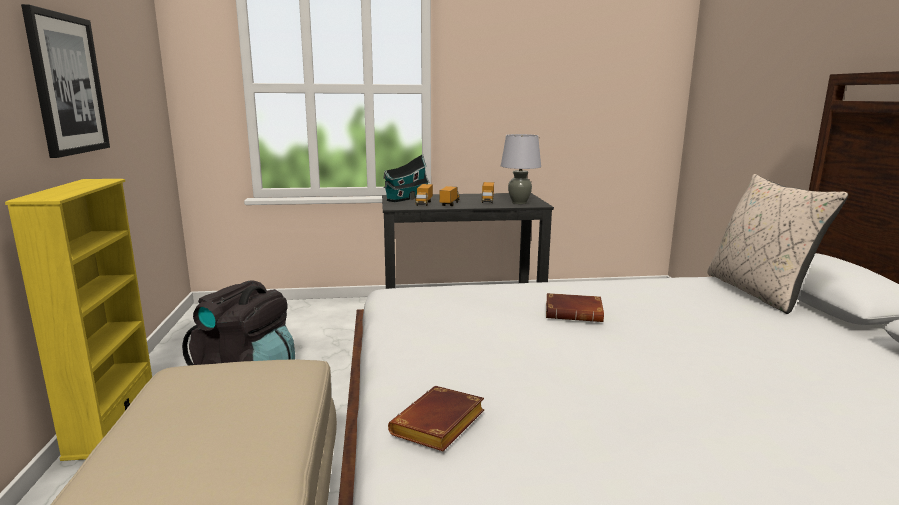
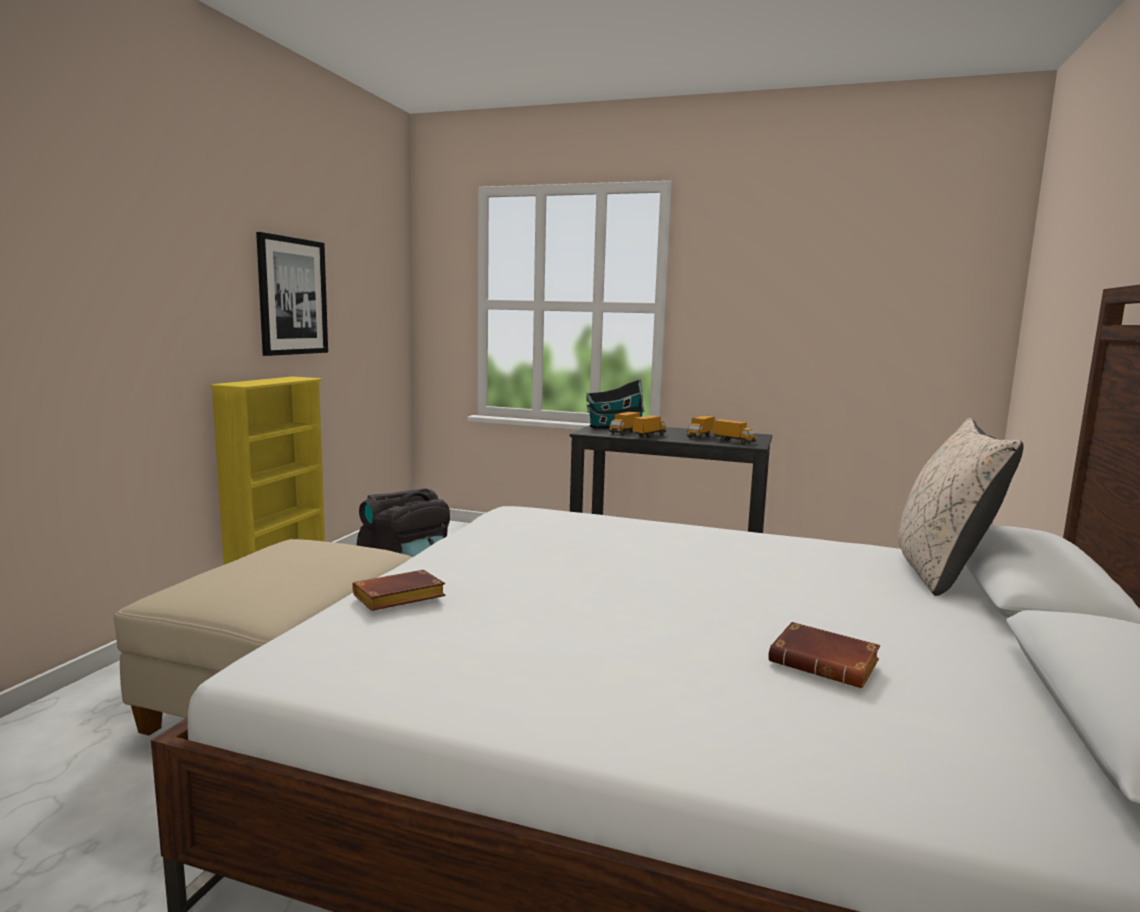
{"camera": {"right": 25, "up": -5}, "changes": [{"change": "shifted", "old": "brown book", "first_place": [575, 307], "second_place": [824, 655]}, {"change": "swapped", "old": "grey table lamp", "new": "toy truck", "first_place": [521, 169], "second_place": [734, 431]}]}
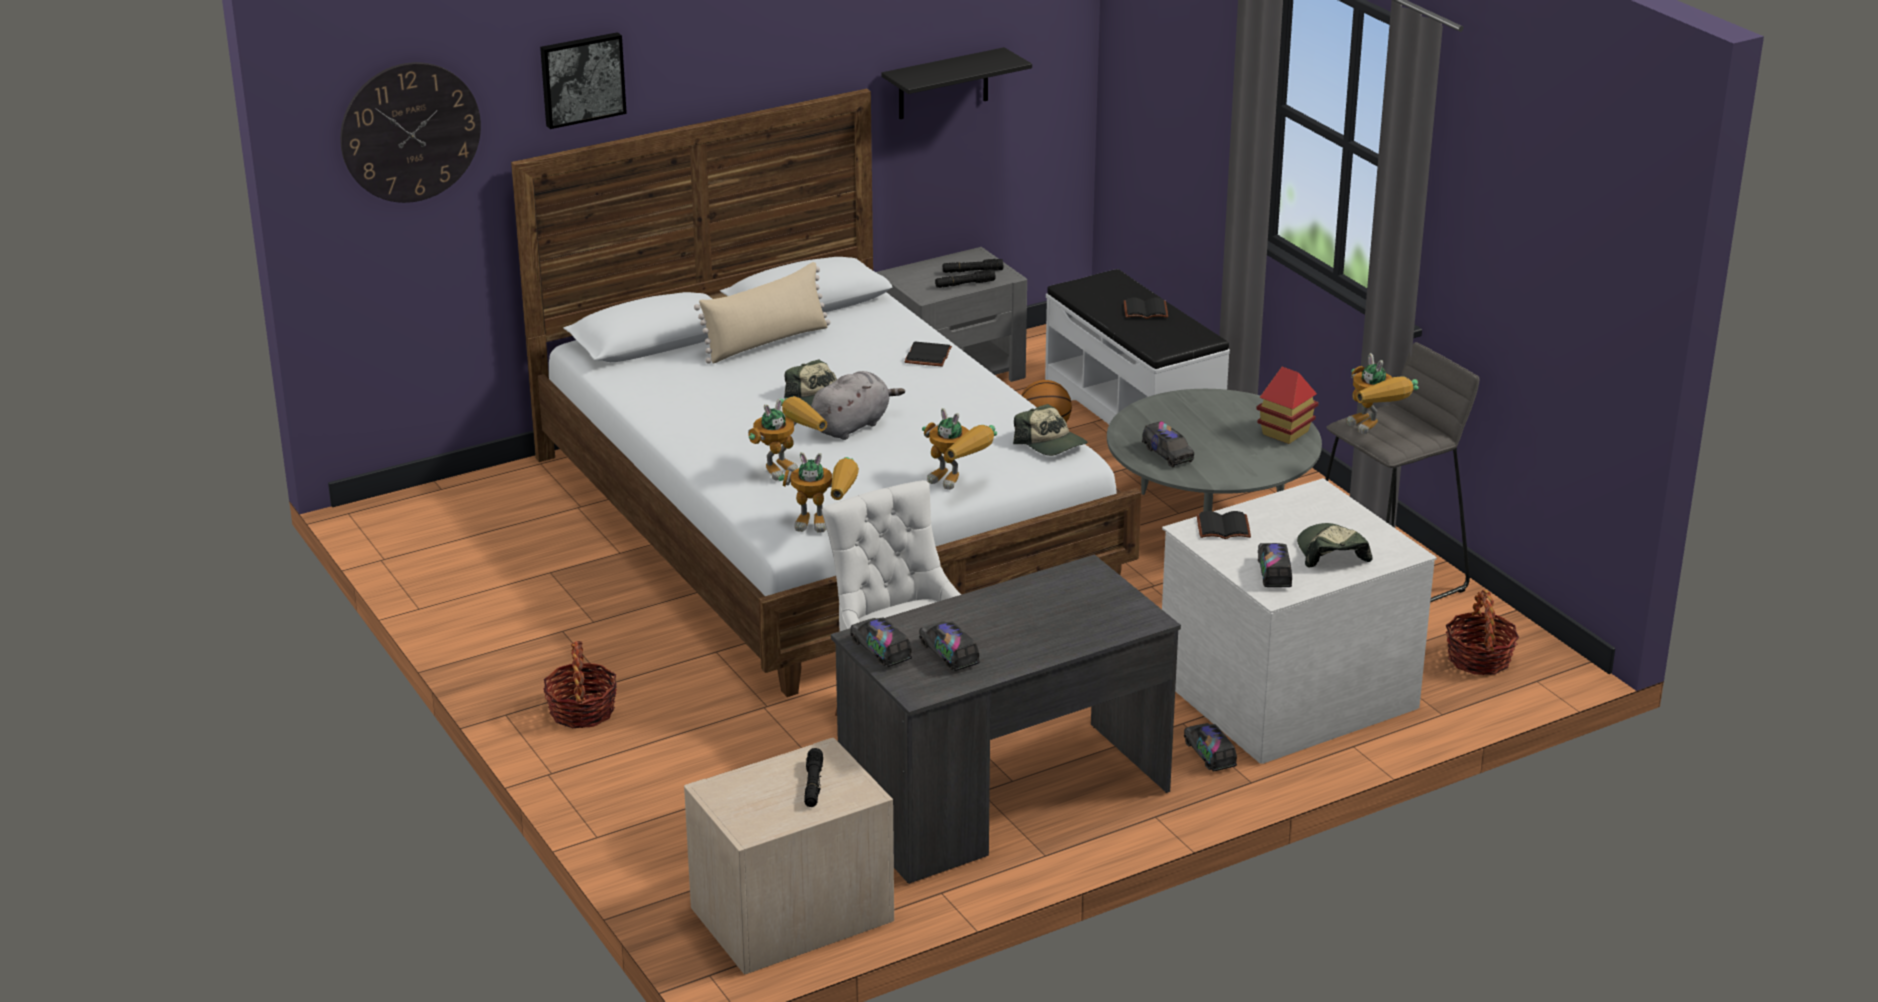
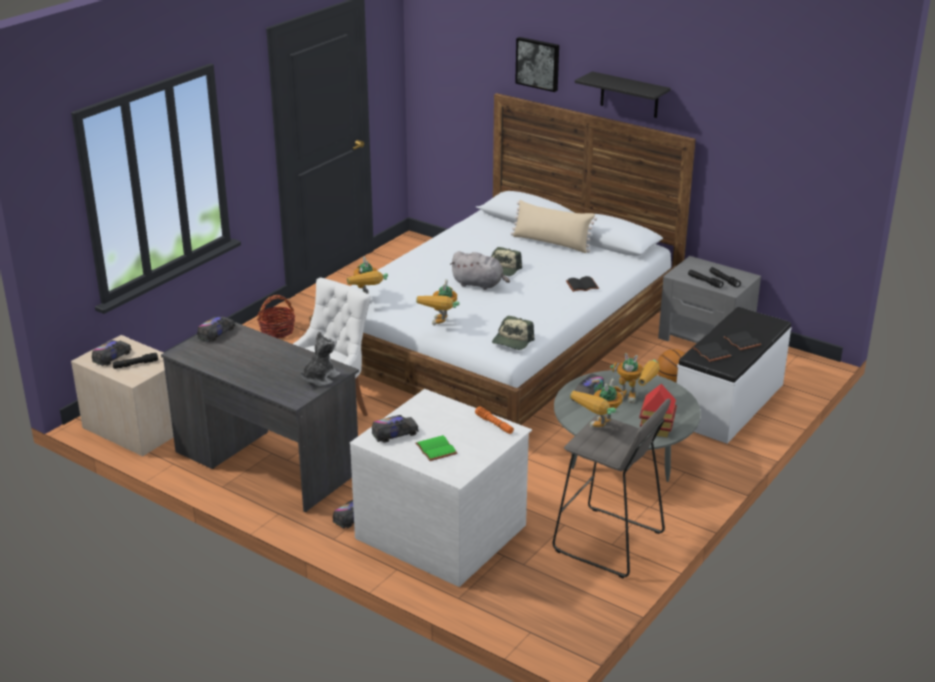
{"camera": {"right": 65, "up": 0}, "changes": [{"change": "gone", "old": "wall clock", "first_place": [410, 132]}, {"change": "gone", "old": "basket", "first_place": [1482, 632]}, {"change": "new", "new": "plush toy", "second_place": [320, 358]}, {"change": "new", "new": "orange flashlight", "second_place": [494, 420]}, {"change": "shifted", "old": "toy robot", "first_place": [787, 438], "second_place": [635, 378]}, {"change": "shifted", "old": "black shelf", "first_place": [956, 83], "second_place": [623, 94]}, {"change": "shifted", "old": "toy truck", "first_place": [949, 646], "second_place": [112, 353]}, {"change": "shifted", "old": "black book", "first_place": [1224, 525], "second_place": [712, 352]}, {"change": "swapped", "old": "cap", "new": "green book", "first_place": [1334, 545], "second_place": [436, 448]}]}
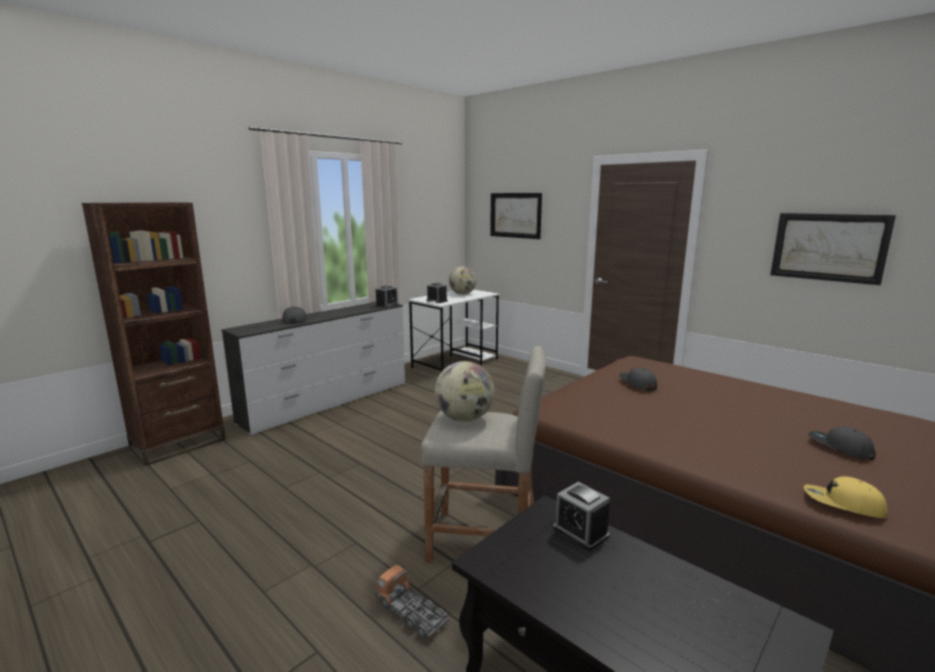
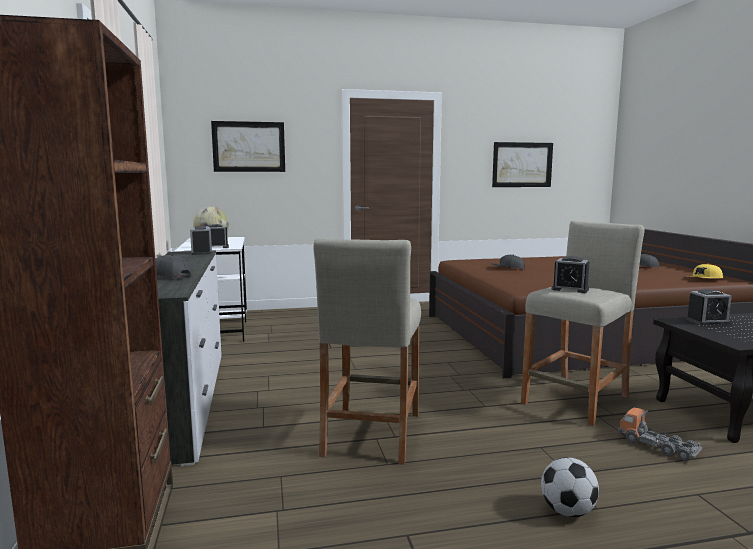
{"camera": {"right": -55, "up": -5}, "changes": [{"change": "new", "new": "beige stool", "second_place": [367, 351]}, {"change": "new", "new": "football", "second_place": [570, 487]}, {"change": "swapped", "old": "globe", "new": "alarm clock", "first_place": [465, 391], "second_place": [570, 274]}, {"change": "rotated", "old": "toy truck", "first_place": [412, 602], "second_place": [660, 434], "degrees": 60}]}
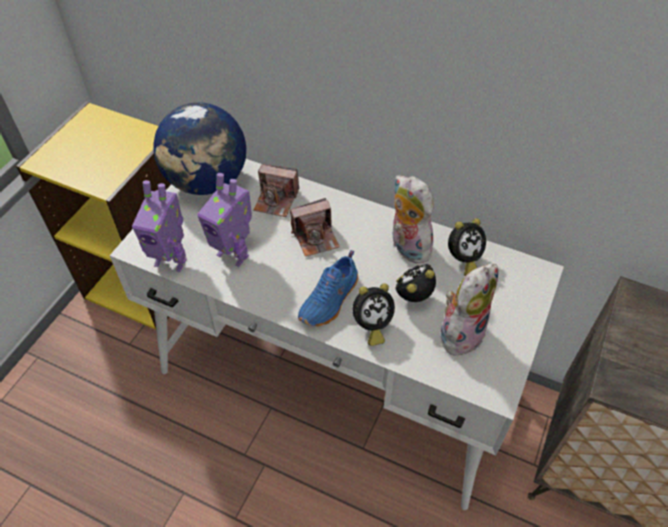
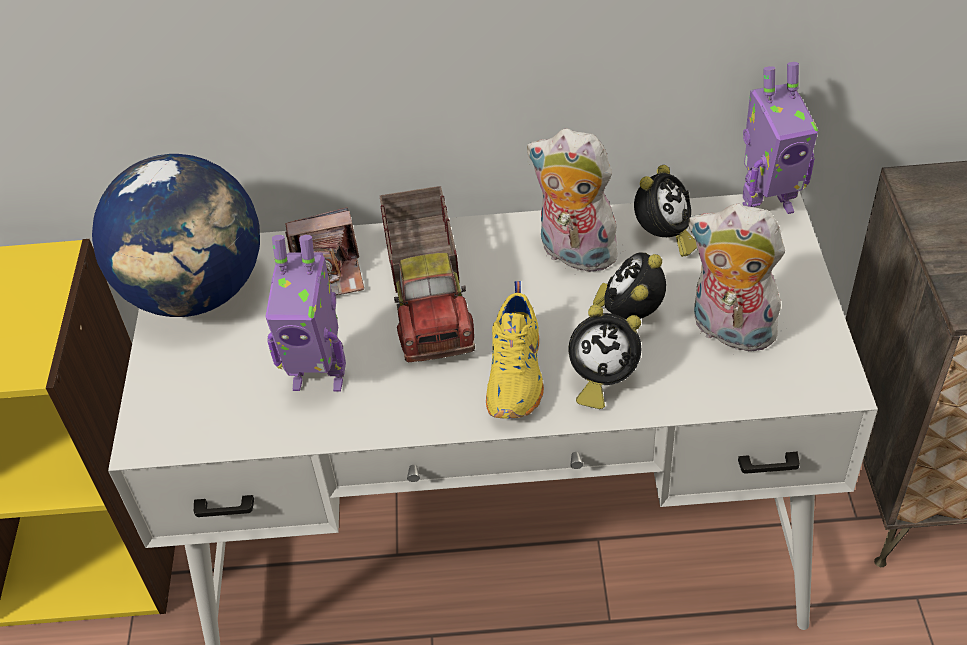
{"camera": {"right": -25, "up": -5}, "changes": [{"change": "shifted", "old": "toy robot", "first_place": [159, 226], "second_place": [780, 138]}, {"change": "swapped", "old": "photo camera", "new": "toy truck", "first_place": [315, 227], "second_place": [427, 274]}, {"change": "repainted", "old": "blue shoe", "new": "yellow shoe", "first_place": [328, 288], "second_place": [515, 350]}, {"change": "rotated", "old": "alarm clock", "first_place": [374, 314], "second_place": [605, 356], "degrees": 60}, {"change": "rotated", "old": "plush toy", "first_place": [469, 309], "second_place": [736, 279], "degrees": -75}]}
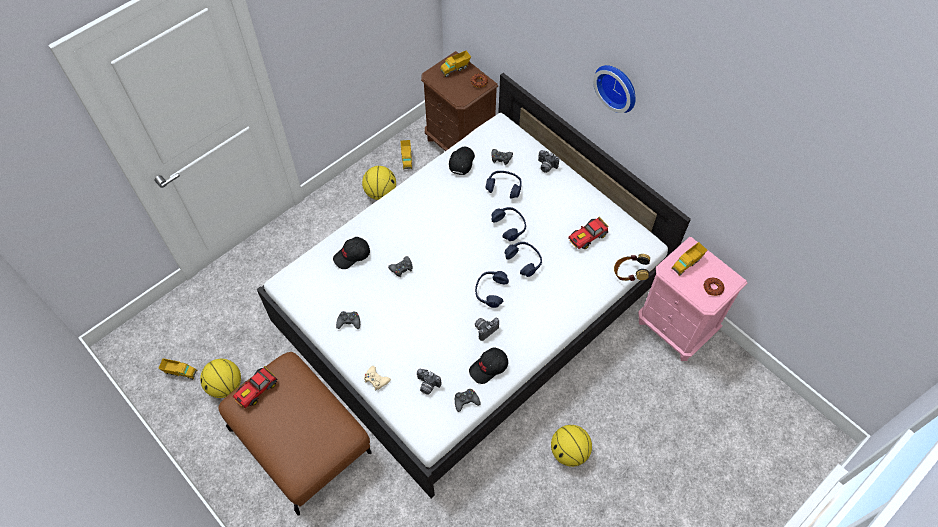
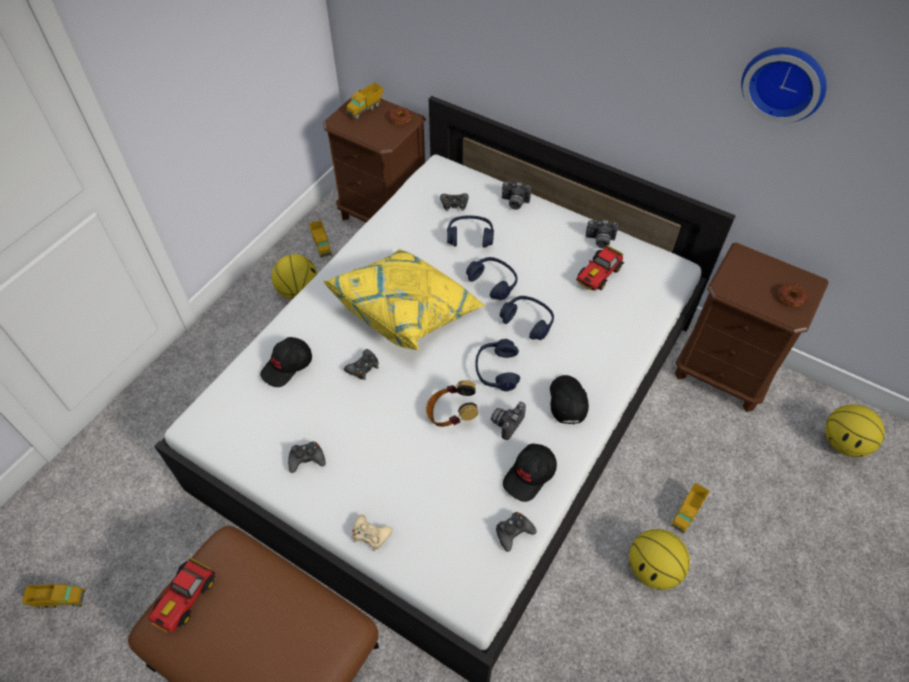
{"camera": {"right": -15, "up": -5}, "changes": [{"change": "new", "new": "yellow pillow", "second_place": [404, 299]}, {"change": "shifted", "old": "basketball", "first_place": [220, 378], "second_place": [855, 430]}, {"change": "shifted", "old": "photo camera", "first_place": [429, 382], "second_place": [602, 234]}, {"change": "shifted", "old": "black cap", "first_place": [462, 161], "second_place": [569, 399]}, {"change": "shifted", "old": "wall clock", "first_place": [614, 89], "second_place": [784, 85]}, {"change": "shifted", "old": "headphones", "first_place": [632, 267], "second_place": [452, 403]}, {"change": "shifted", "old": "toy truck", "first_place": [689, 259], "second_place": [690, 508]}, {"change": "repainted", "old": "pink nightstand", "new": "brown nightstand", "first_place": [692, 299], "second_place": [752, 327]}]}
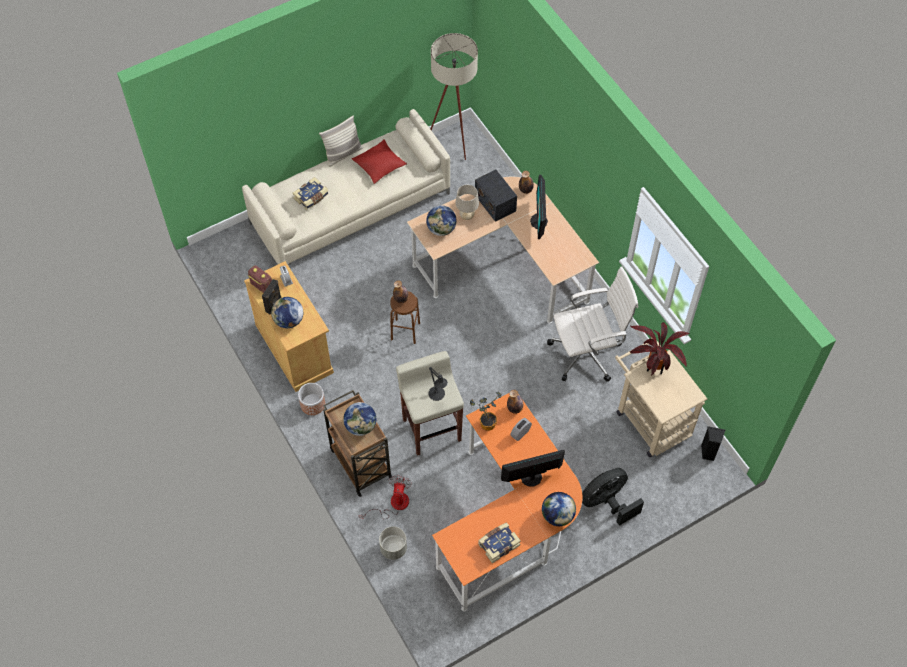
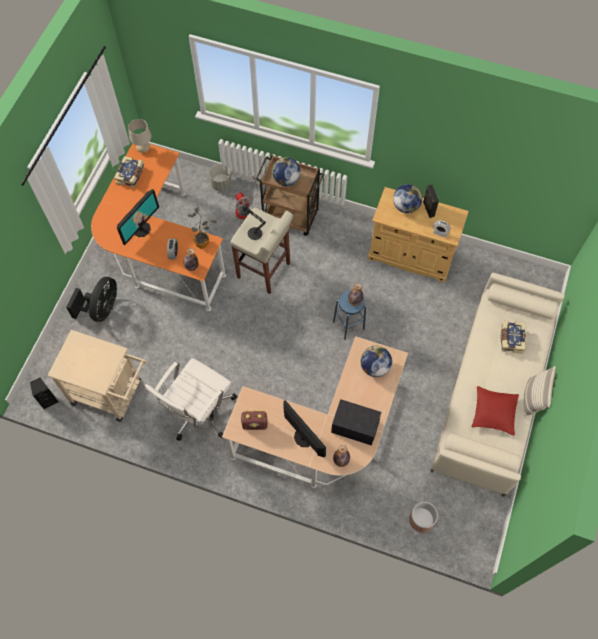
{"camera": {"right": 140, "up": 5}, "changes": [{"change": "gone", "old": "beige floor lamp", "first_place": [454, 96]}, {"change": "gone", "old": "globe", "first_place": [559, 509]}, {"change": "gone", "old": "potted plant", "first_place": [659, 348]}, {"change": "shifted", "old": "radio", "first_place": [260, 279], "second_place": [254, 420]}, {"change": "shifted", "old": "planter", "first_place": [311, 399], "second_place": [423, 517]}, {"change": "shifted", "old": "beige table lamp", "first_place": [467, 202], "second_place": [140, 136]}, {"change": "repainted", "old": "brown stool", "new": "blue stool", "first_place": [405, 317], "second_place": [349, 315]}]}
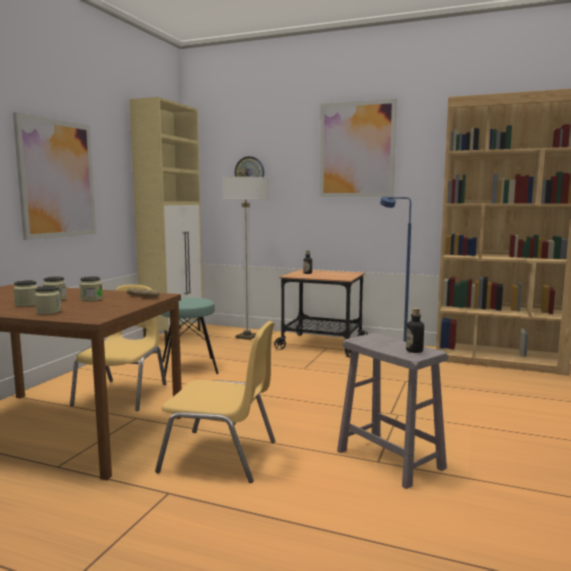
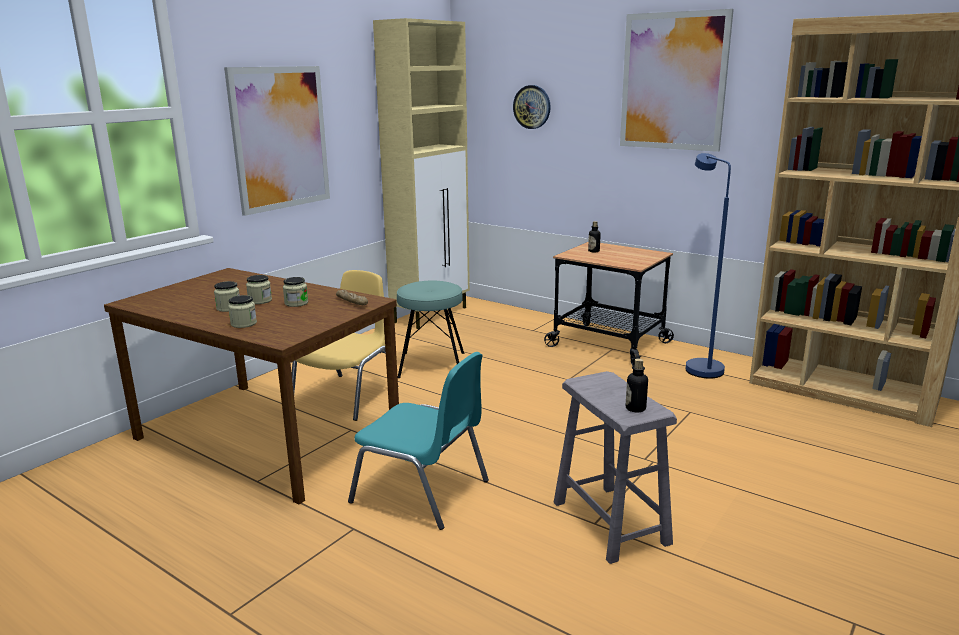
{"camera": {"right": 15, "up": 10}, "changes": [{"change": "gone", "old": "floor lamp", "first_place": [245, 258]}, {"change": "repainted", "old": "yellow chair", "new": "turquoise chair", "first_place": [215, 402], "second_place": [418, 441]}]}
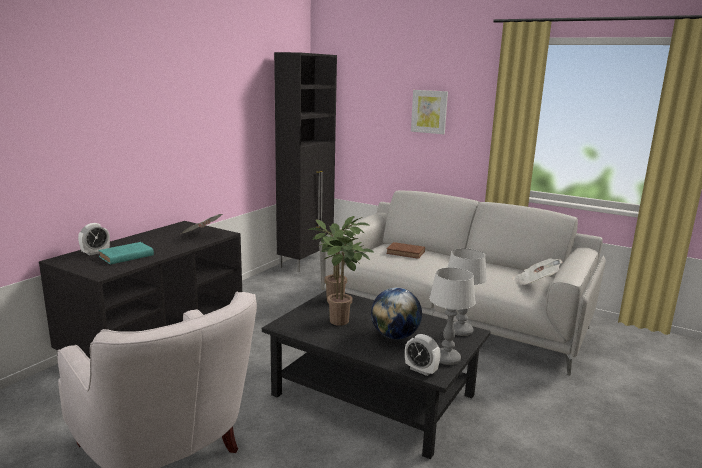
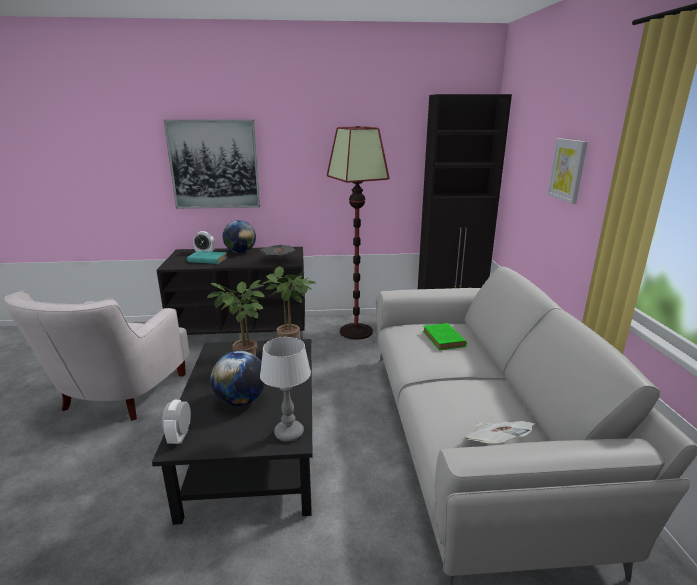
{"camera": {"right": 55, "up": 5}, "changes": [{"change": "gone", "old": "table lamp", "first_place": [452, 316]}, {"change": "new", "new": "picture", "second_place": [212, 164]}, {"change": "new", "new": "globe", "second_place": [239, 236]}, {"change": "new", "new": "floor lamp", "second_place": [358, 233]}, {"change": "repainted", "old": "brown book", "new": "green book", "first_place": [405, 250], "second_place": [445, 336]}]}
